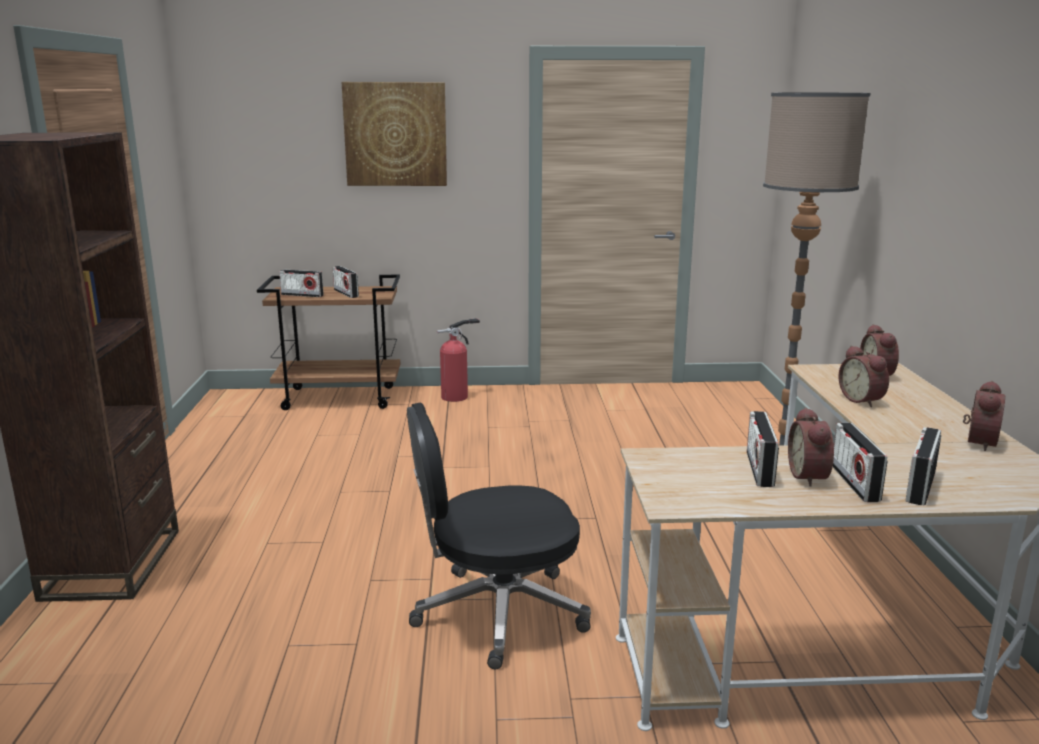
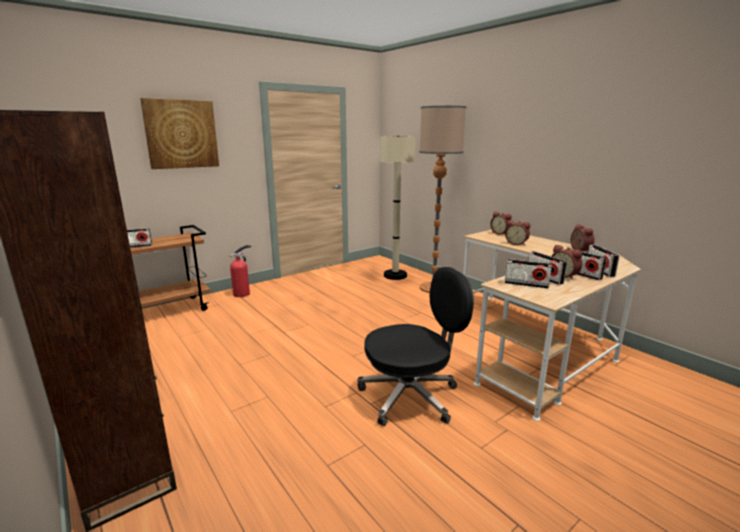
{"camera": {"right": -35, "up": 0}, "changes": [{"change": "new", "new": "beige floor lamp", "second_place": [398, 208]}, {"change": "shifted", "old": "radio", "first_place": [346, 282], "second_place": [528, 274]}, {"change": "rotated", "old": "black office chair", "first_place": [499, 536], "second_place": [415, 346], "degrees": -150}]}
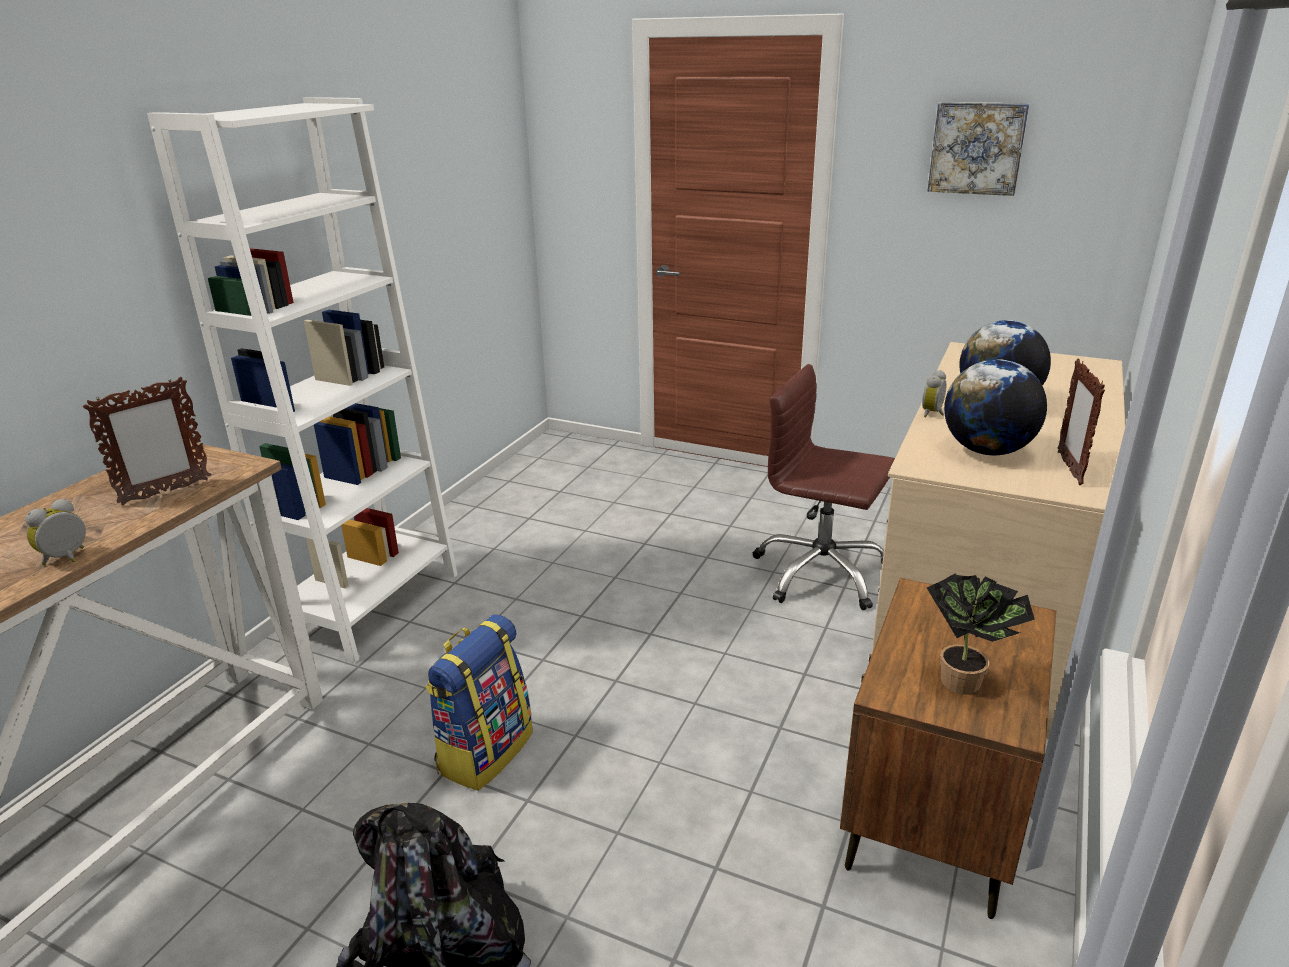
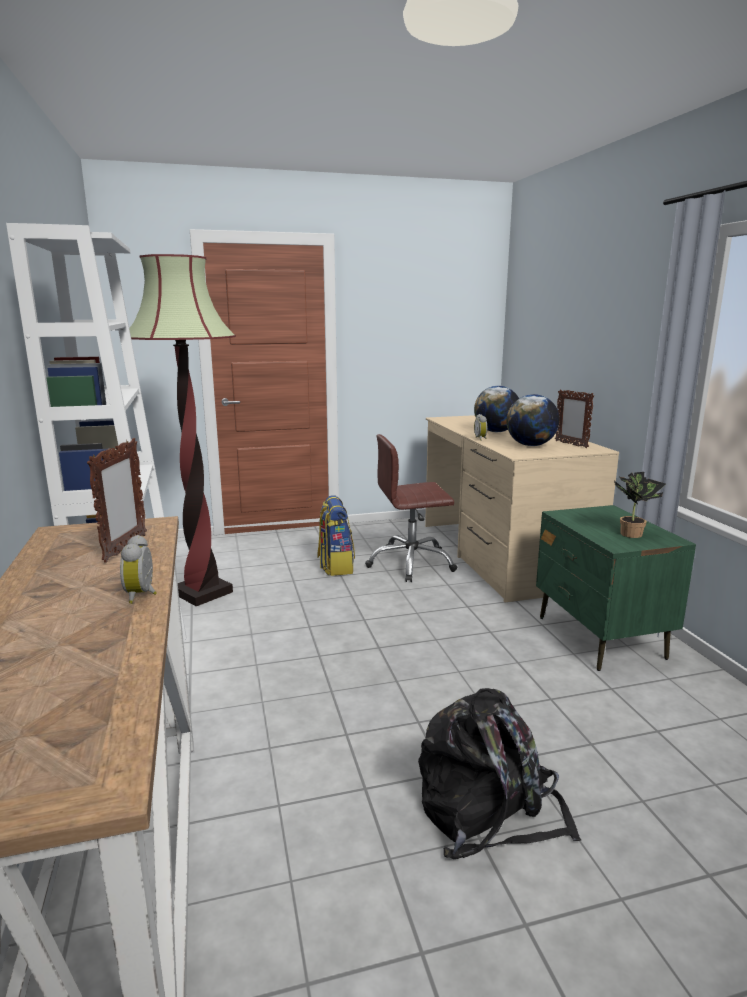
{"camera": {"right": -40, "up": -10}, "changes": [{"change": "gone", "old": "picture", "first_place": [979, 149]}, {"change": "new", "new": "floor lamp", "second_place": [182, 430]}, {"change": "shifted", "old": "backpack", "first_place": [479, 703], "second_place": [336, 535]}, {"change": "repainted", "old": "brown nightstand", "new": "green nightstand", "first_place": [948, 748], "second_place": [616, 588]}]}
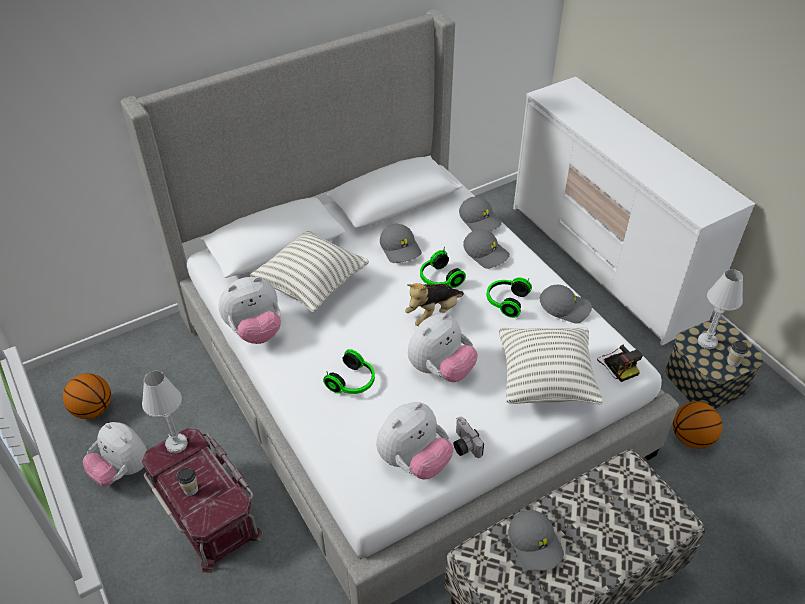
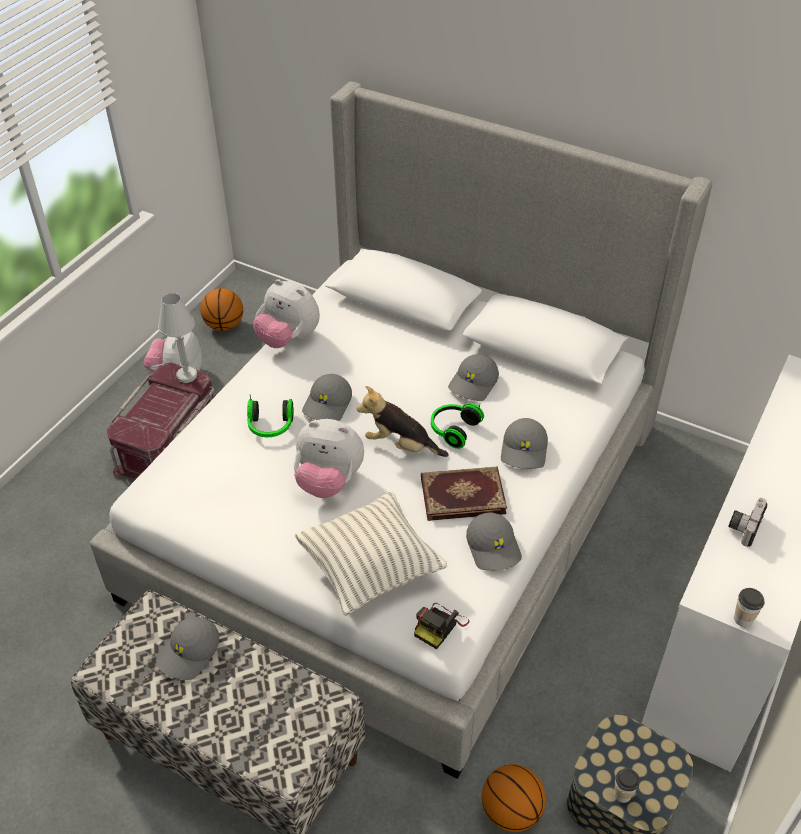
{"camera": {"right": 60, "up": 0}, "changes": [{"change": "gone", "old": "pillow", "first_place": [309, 271]}, {"change": "gone", "old": "plush toy", "first_place": [415, 440]}, {"change": "gone", "old": "white table lamp", "first_place": [720, 309]}, {"change": "shifted", "old": "cup", "first_place": [187, 481], "second_place": [749, 607]}, {"change": "shifted", "old": "photo camera", "first_place": [468, 437], "second_place": [748, 522]}, {"change": "shifted", "old": "grey cap", "first_place": [480, 213], "second_place": [327, 397]}, {"change": "swapped", "old": "headphones", "new": "book", "first_place": [509, 297], "second_place": [464, 493]}]}
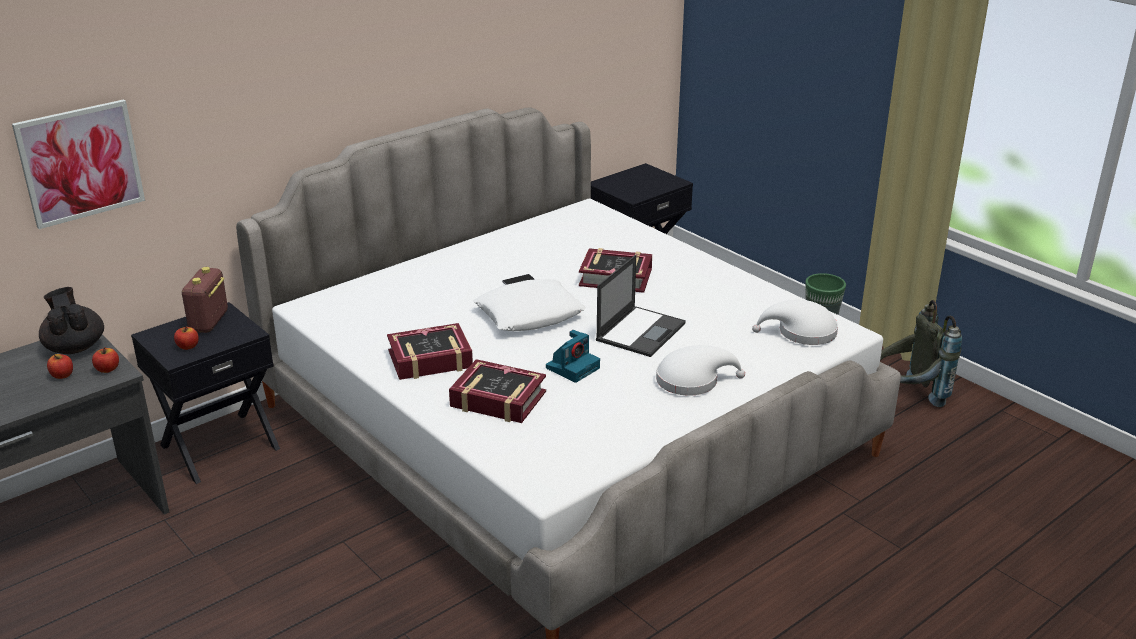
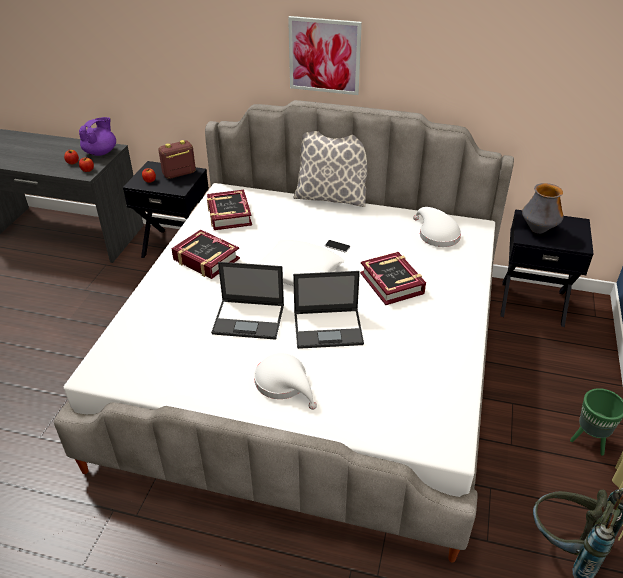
{"camera": {"right": 55, "up": 10}, "changes": [{"change": "new", "new": "pillow", "second_place": [330, 169]}, {"change": "new", "new": "vase", "second_place": [542, 208]}, {"change": "shifted", "old": "picture", "first_place": [78, 164], "second_place": [325, 55]}, {"change": "shifted", "old": "book", "first_place": [497, 391], "second_place": [229, 210]}, {"change": "shifted", "old": "white hat", "first_place": [795, 322], "second_place": [437, 227]}, {"change": "swapped", "old": "photo camera", "new": "laptop", "first_place": [573, 356], "second_place": [247, 301]}, {"change": "repainted", "old": "black teapot", "new": "purple teapot", "first_place": [71, 320], "second_place": [97, 136]}]}
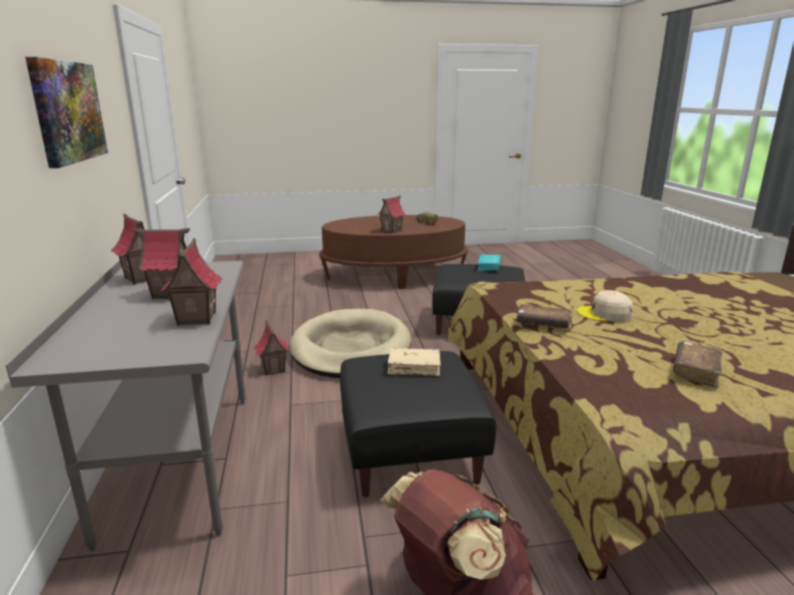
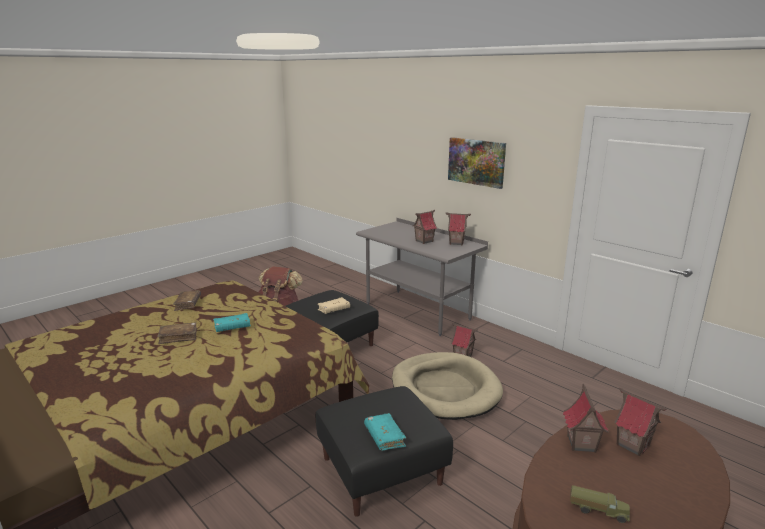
{"camera": {"right": 145, "up": 0}, "changes": [{"change": "shifted", "old": "toy house", "first_place": [191, 282], "second_place": [640, 422]}, {"change": "shifted", "old": "brown book", "first_place": [544, 316], "second_place": [177, 333]}, {"change": "swapped", "old": "beige cap", "new": "turquoise book", "first_place": [605, 306], "second_place": [232, 322]}]}
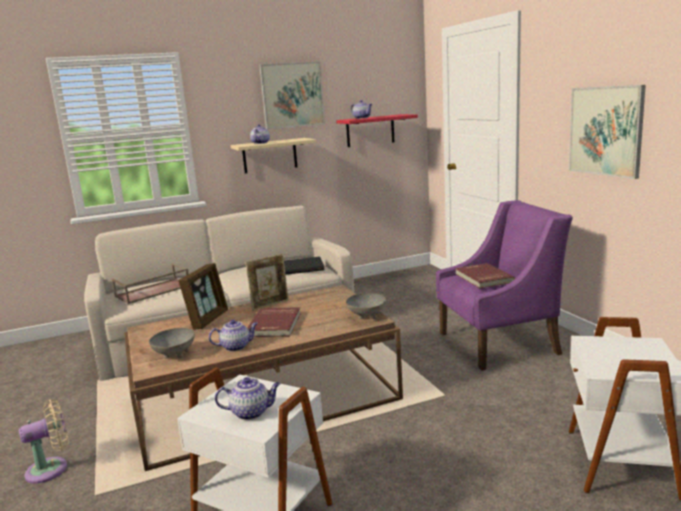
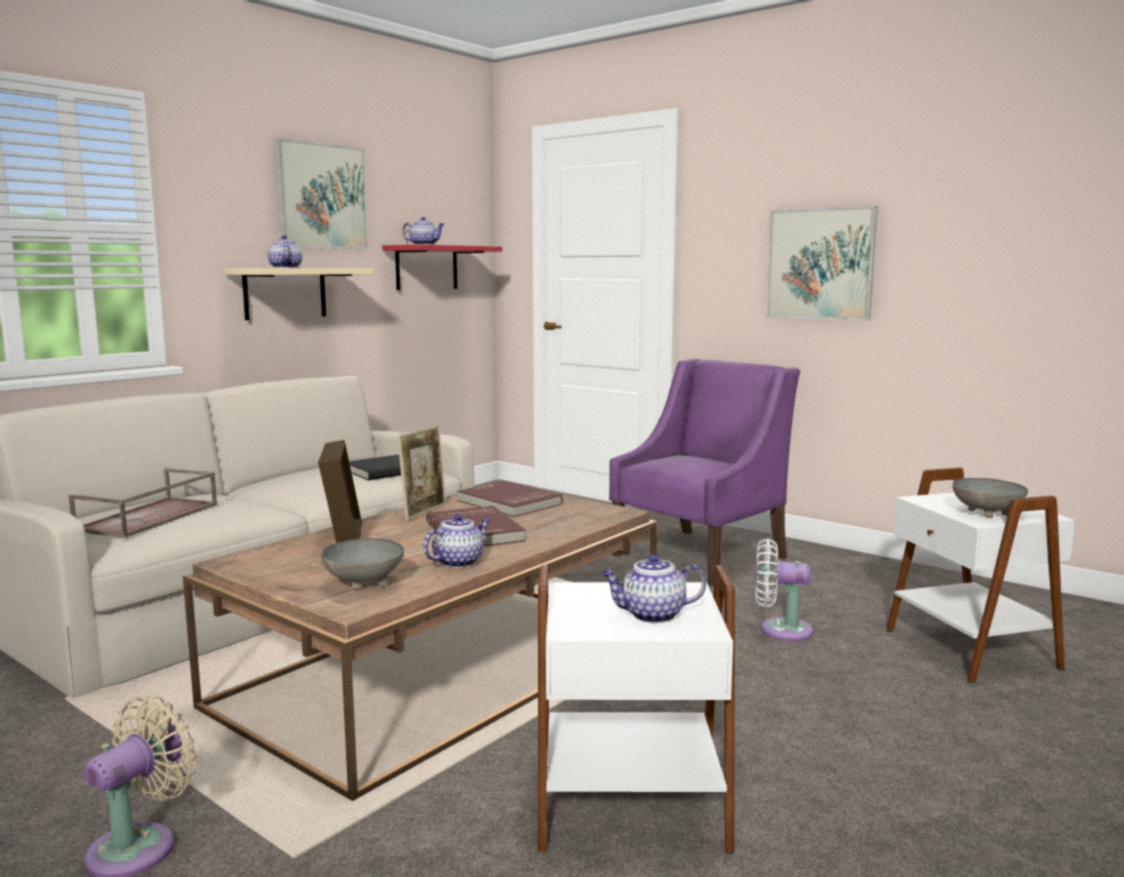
{"camera": {"right": -30, "up": -5}, "changes": [{"change": "new", "new": "white fan", "second_place": [784, 589]}, {"change": "shifted", "old": "grey bowl", "first_place": [366, 306], "second_place": [990, 497]}, {"change": "shifted", "old": "red book", "first_place": [485, 275], "second_place": [510, 498]}, {"change": "rotated", "old": "teapot", "first_place": [248, 398], "second_place": [653, 588], "degrees": -150}]}
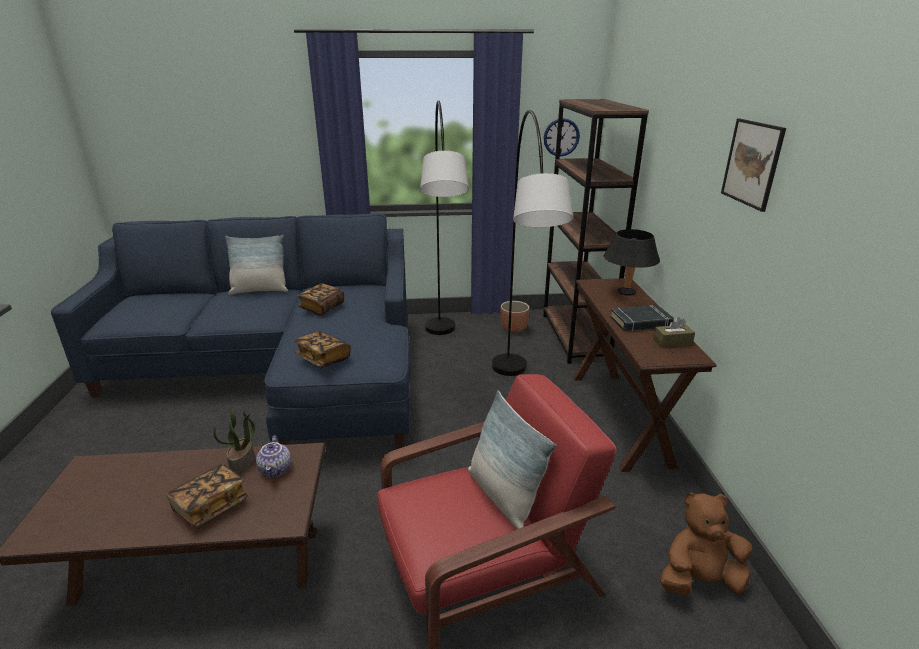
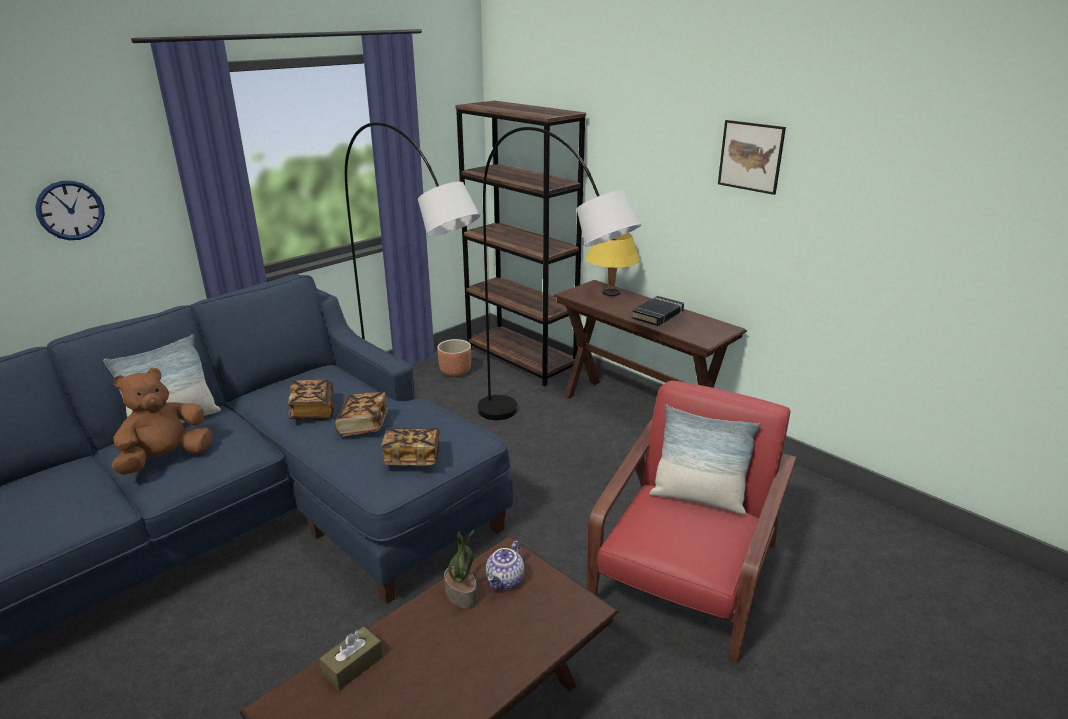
{"camera": {"right": -40, "up": 0}, "changes": [{"change": "shifted", "old": "book", "first_place": [207, 496], "second_place": [361, 414]}, {"change": "shifted", "old": "wall clock", "first_place": [562, 137], "second_place": [70, 210]}, {"change": "shifted", "old": "brown tissue box", "first_place": [674, 332], "second_place": [351, 658]}, {"change": "shifted", "old": "brown plush toy", "first_place": [706, 544], "second_place": [161, 421]}, {"change": "repainted", "old": "black table lamp", "new": "yellow table lamp", "first_place": [632, 262], "second_place": [613, 264]}, {"change": "rotated", "old": "teapot", "first_place": [273, 456], "second_place": [505, 565], "degrees": 75}]}
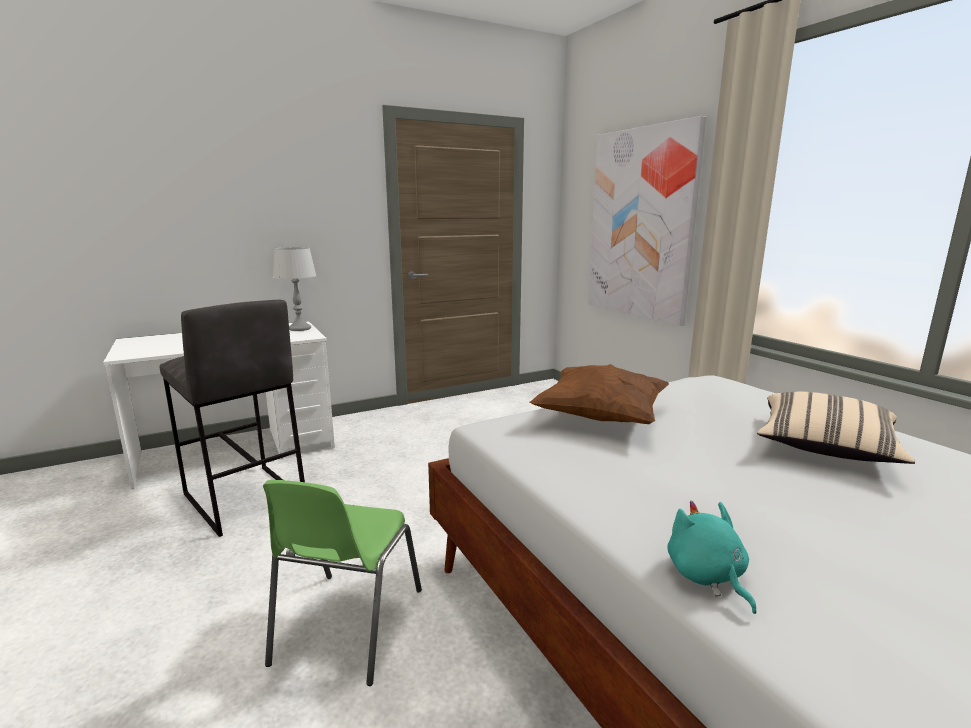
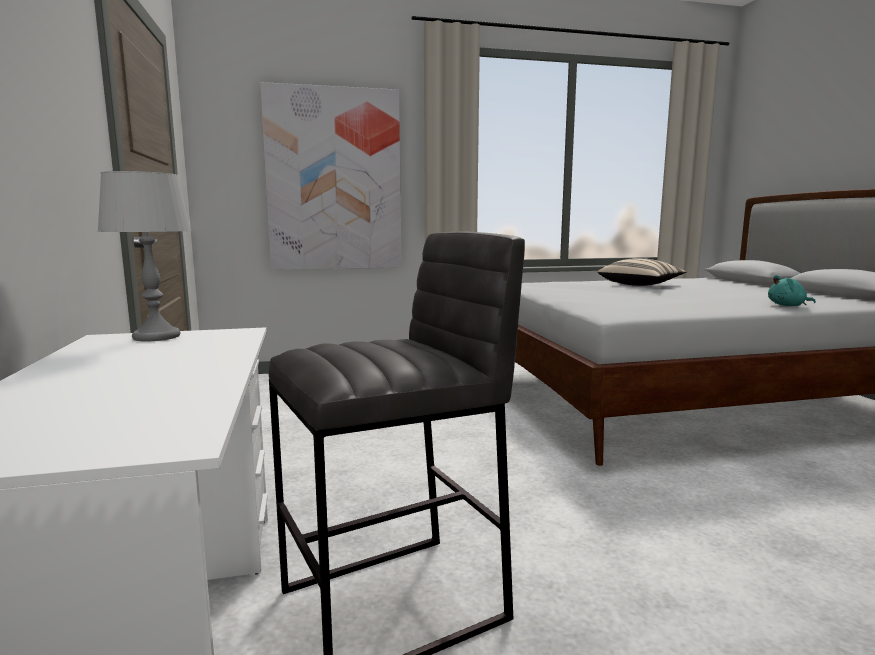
{"camera": {"right": -75, "up": -5}, "changes": [{"change": "gone", "old": "green chair", "first_place": [342, 583]}, {"change": "gone", "old": "brown pillow", "first_place": [599, 394]}]}
